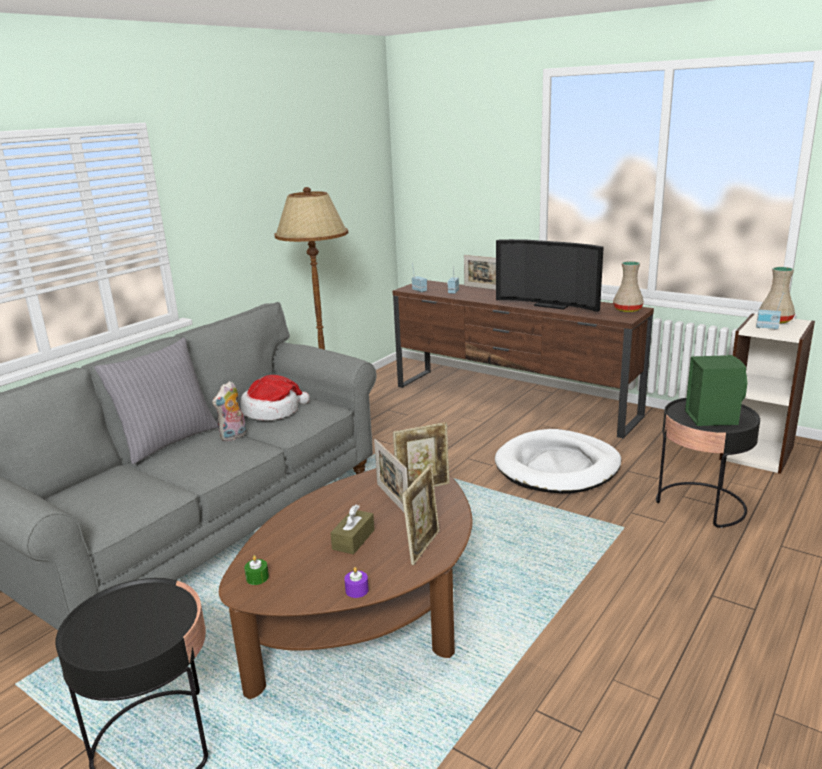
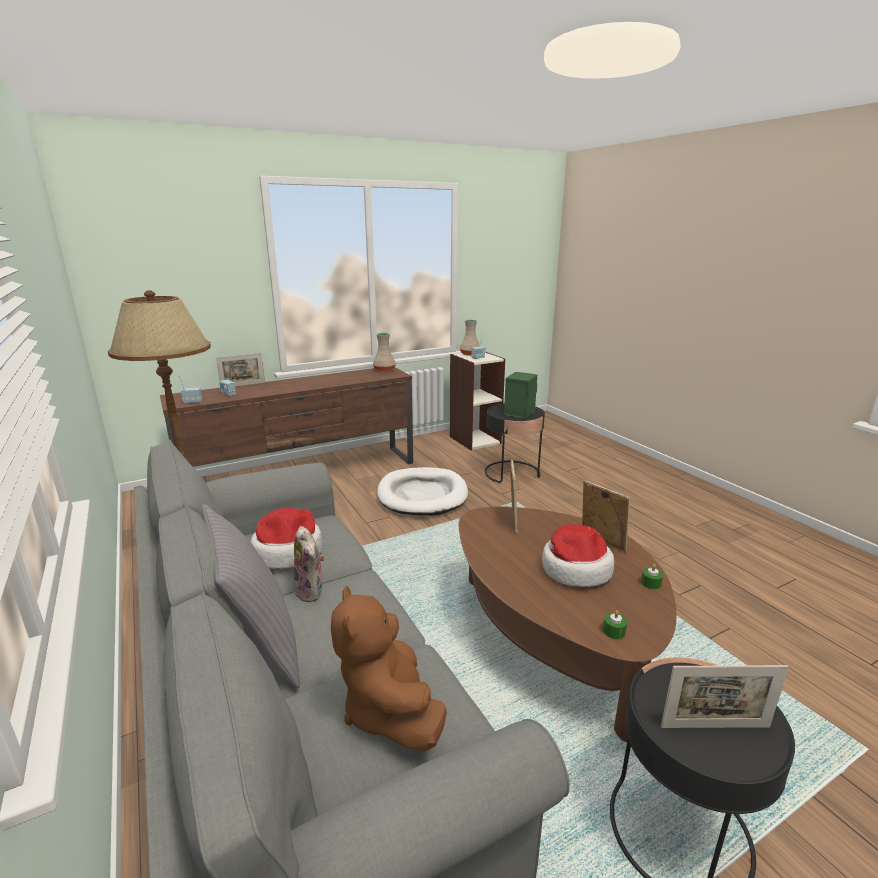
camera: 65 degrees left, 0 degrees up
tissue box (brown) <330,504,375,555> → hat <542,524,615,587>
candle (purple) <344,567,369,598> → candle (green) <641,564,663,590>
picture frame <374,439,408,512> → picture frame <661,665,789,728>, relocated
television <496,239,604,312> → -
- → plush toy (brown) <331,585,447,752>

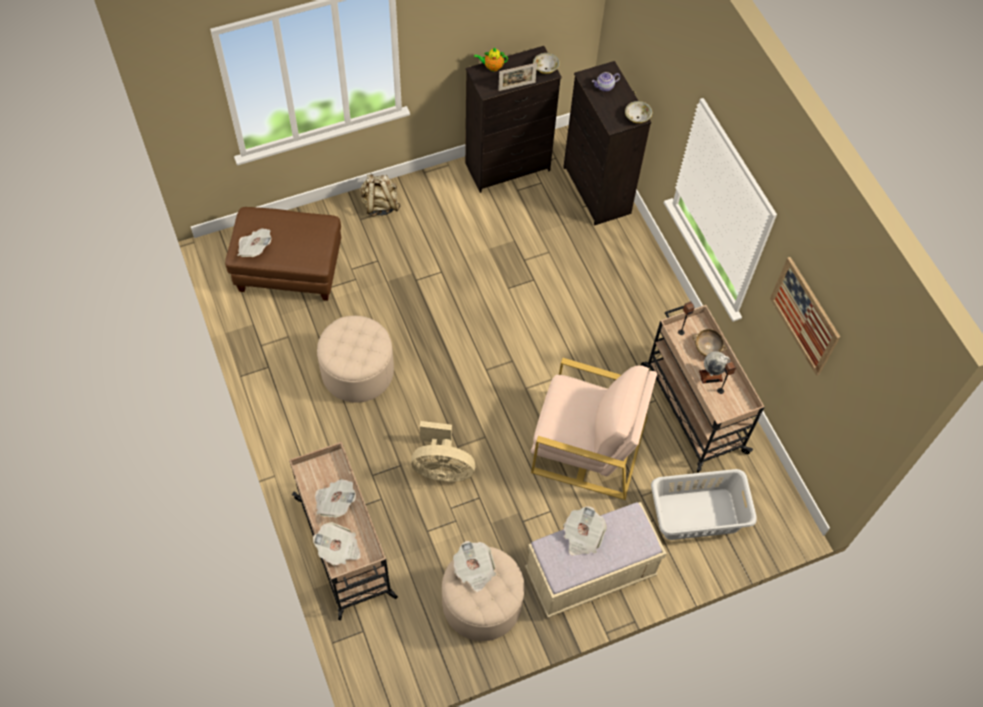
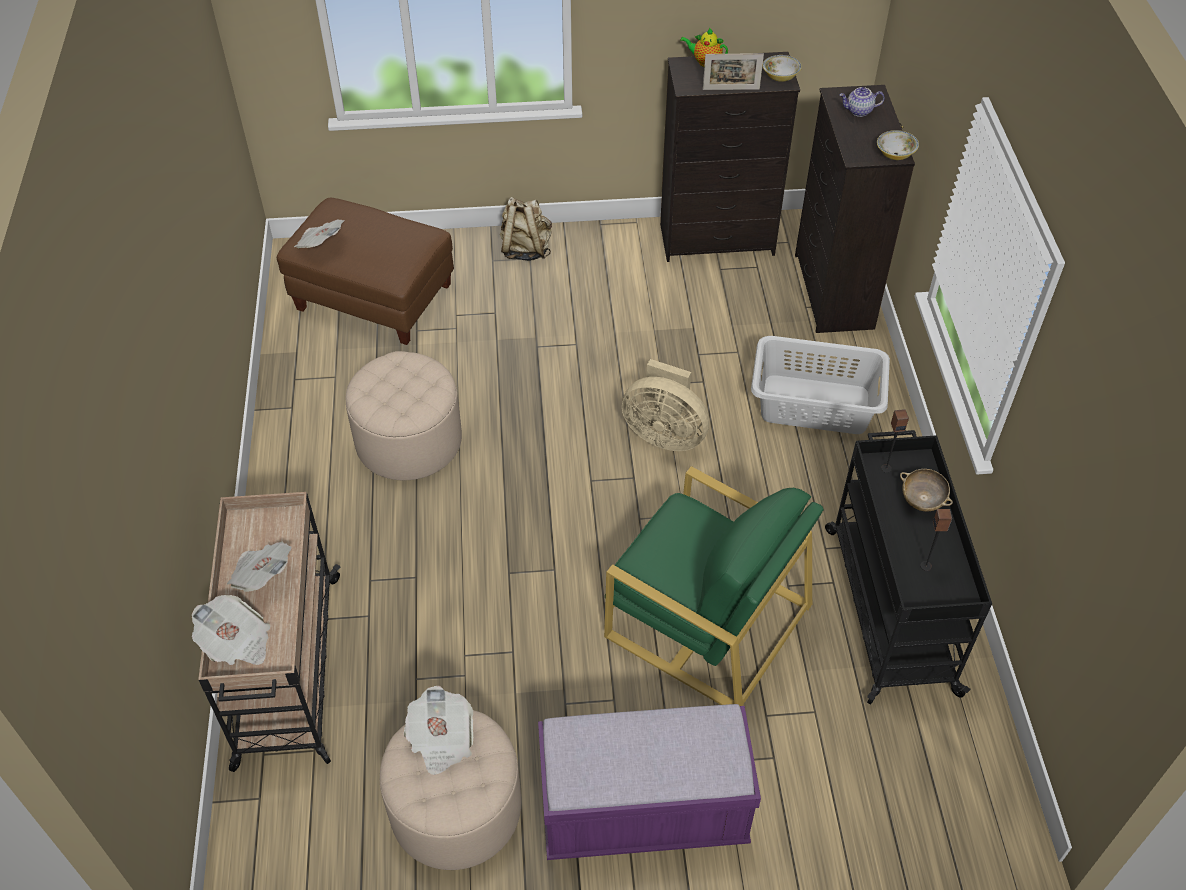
camera: 20 degrees right, 10 degrees down
fan (beige) <411,421,475,482> → fan (beige) <622,359,709,451>, relocated
bench (beige) <525,502,667,618> → bench (purple) <538,704,761,860>
armchair (beige) <530,358,657,500> → armchair (green) <604,466,824,706>
newspaper <563,506,607,555> → -
cart (beige) <641,305,764,473> → cart (black) <825,430,992,705>
laundry basket (grey) <651,469,757,540> → laundry basket (grey) <751,336,890,434>, relocated
globe <699,351,730,384> → -
picture <770,257,840,376> → -

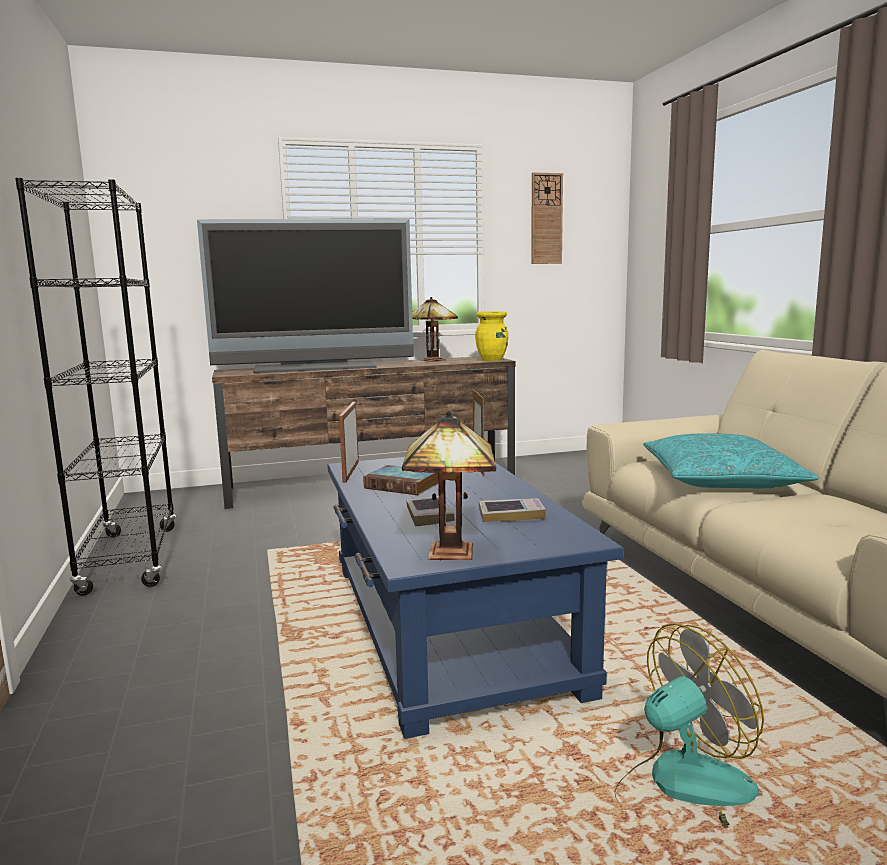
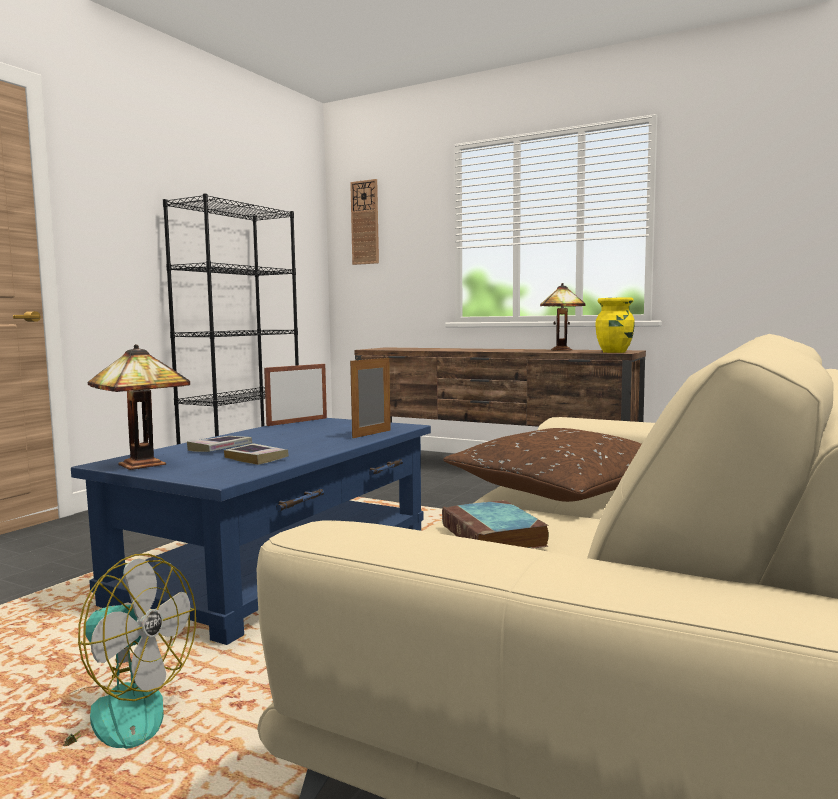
camera: 45 degrees right, 5 degrees down
television <197,219,414,373> → -
book <363,465,438,495> → book <442,500,549,549>, relocated
wall clock <531,172,563,264> → wall clock <350,179,379,265>, relocated
pillow (turquoise) <644,433,819,488> → pillow (brown) <444,428,642,502>

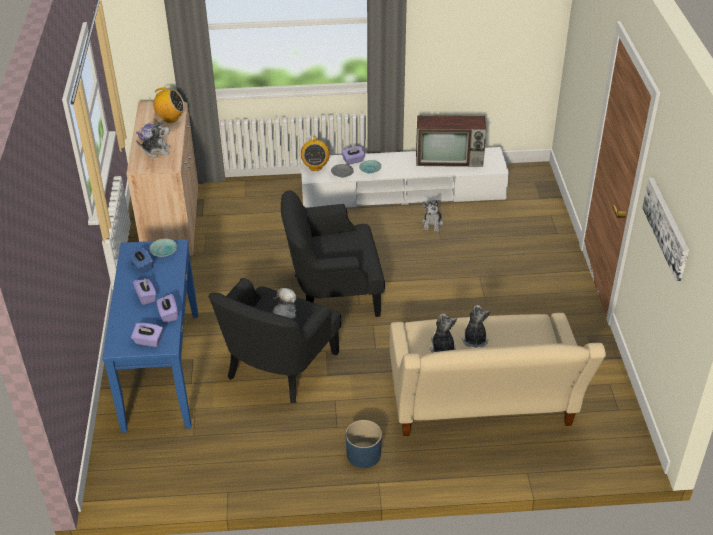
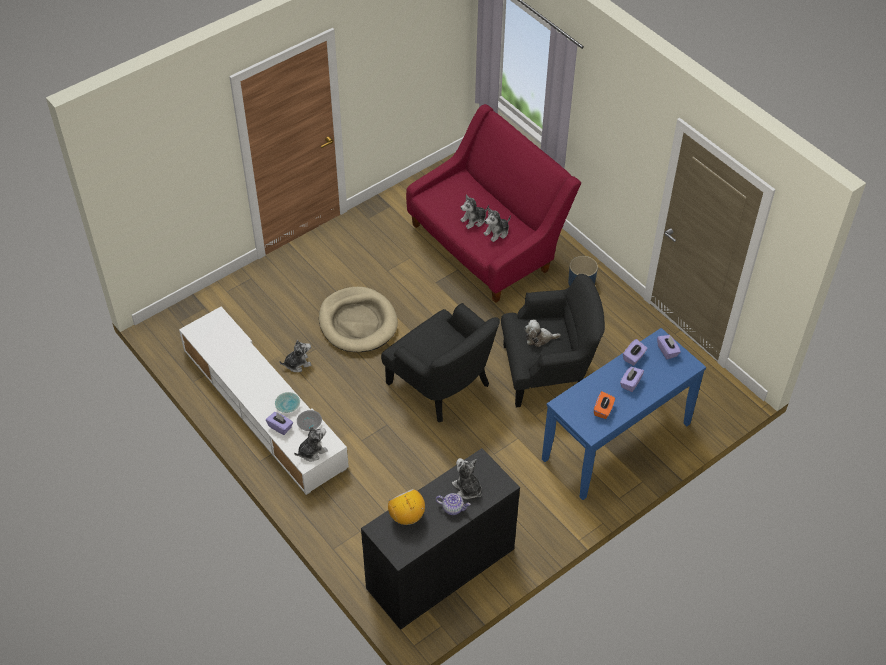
camera: 125 degrees left, 10 degrees up
cabinet (beige) <126,101,198,257> → cabinet (black) <361,448,520,630>
tissue box (blue) <128,247,153,274> → tissue box (orange) <594,391,615,419>
bowl (turquoise) <150,239,177,257> → -
radio <301,136,330,171> → plush toy <294,426,328,461>
sofa (beige) <390,313,606,436> → sofa (red) <406,104,581,303>
television <416,115,486,167> → -
picture <642,178,689,281> → -
- → dog bed (beige) <319,287,398,352>

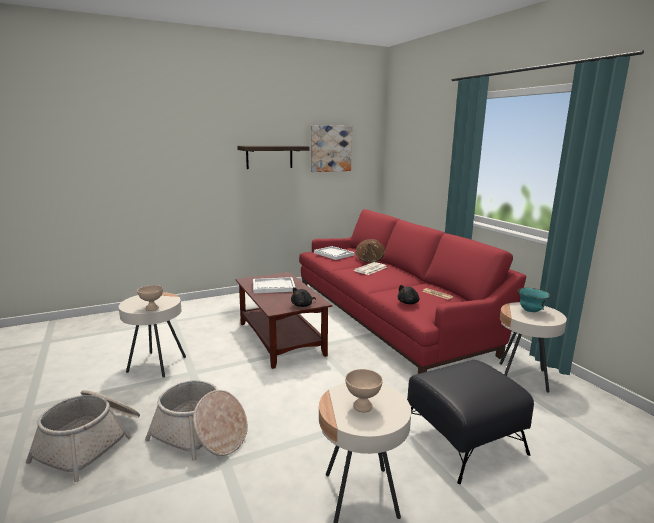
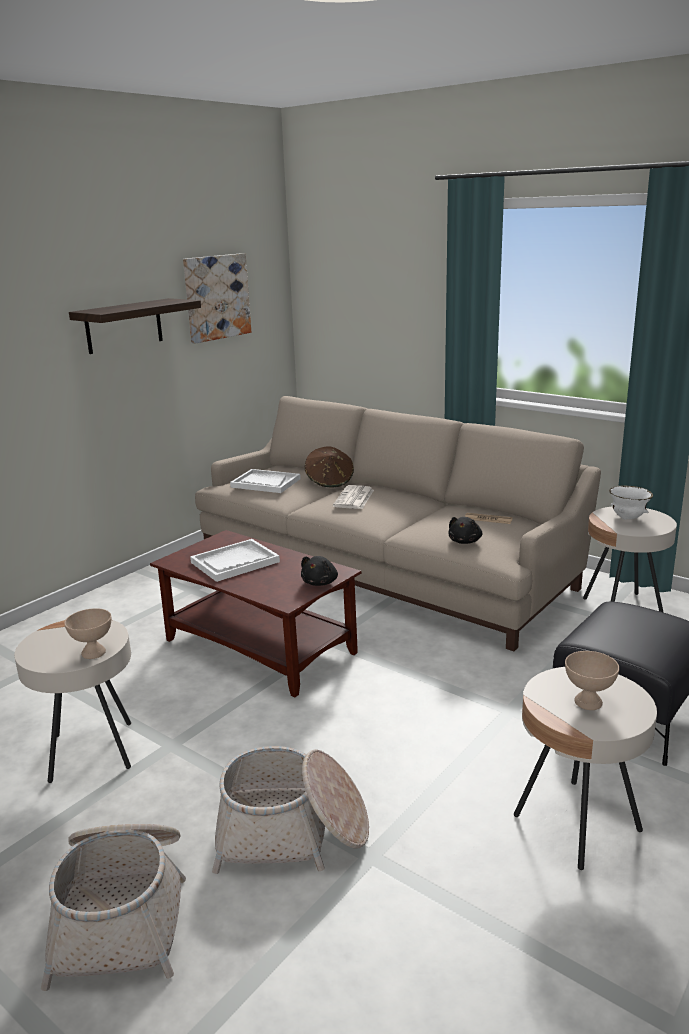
camera: 25 degrees left, 5 degrees up
sofa (red) <299,209,526,374> → sofa (beige) <195,396,601,651>
bowl (turquoise) <518,288,550,312> → bowl (white) <609,485,653,520>

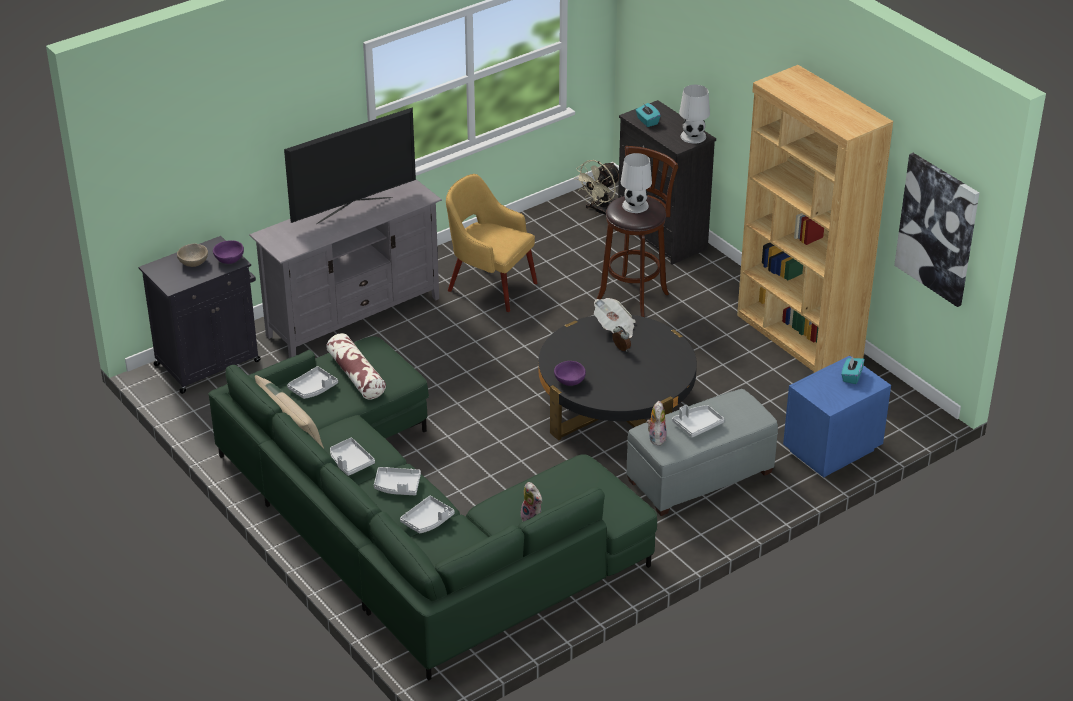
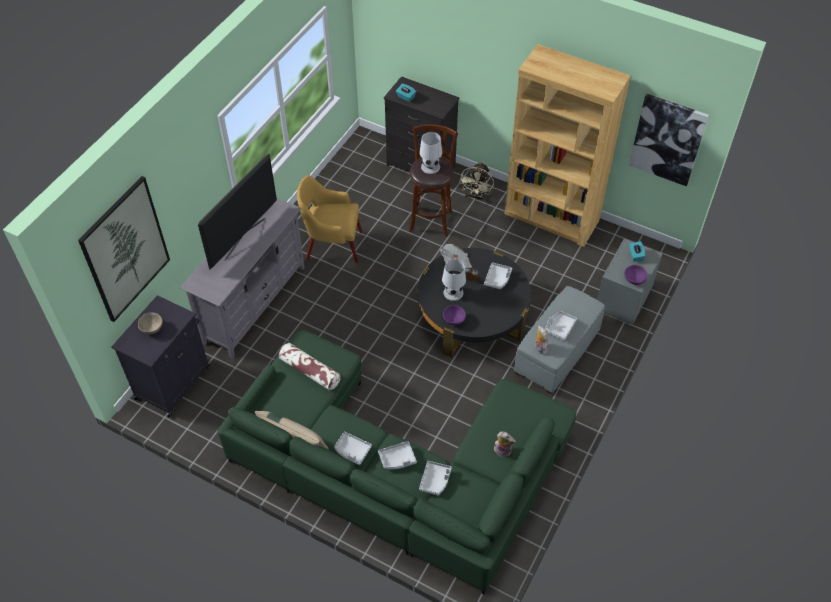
camera: 25 degrees left, 15 degrees up
bowl (purple) <213,240,244,264> → bowl (purple) <624,265,647,285>, relocated
tray (grey) <287,366,338,399> → tray (grey) <484,262,512,289>, relocated
fan (beige) <574,160,619,215> → fan (beige) <459,162,494,202>, relocated
table lamp (white) <679,85,710,144> → table lamp (white) <442,259,466,301>, relocated
nightstand (blue) <783,356,891,478> → nightstand (grey) <597,239,663,325>
- → picture <78,176,170,322>

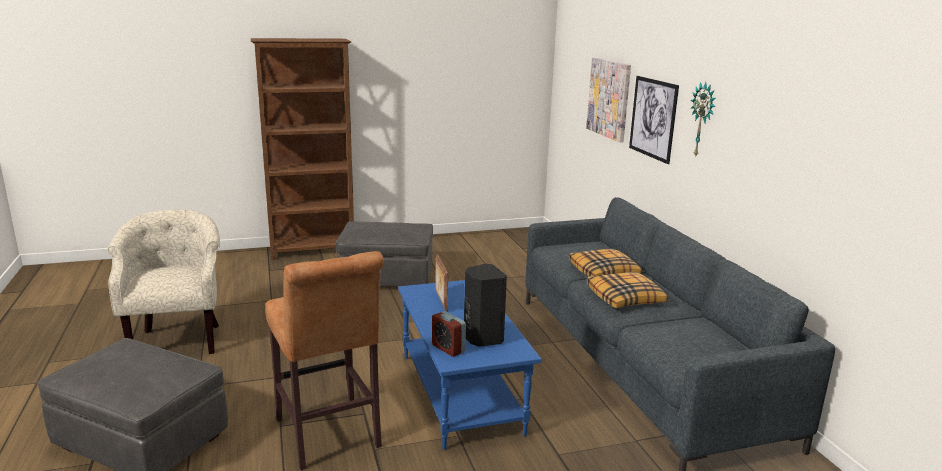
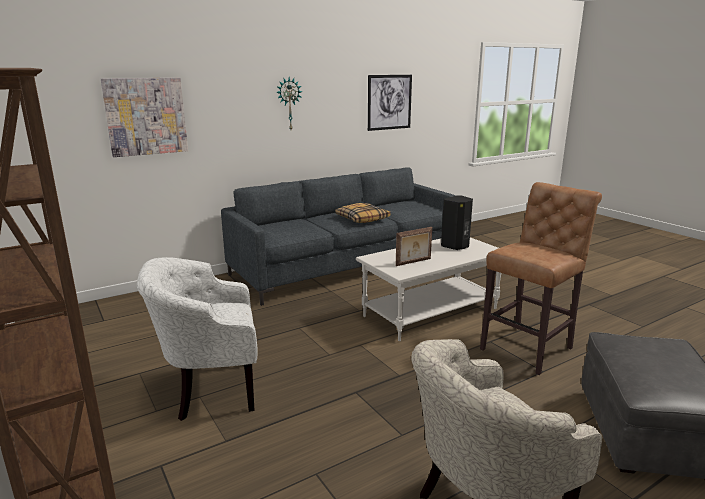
camera: 105 degrees left, 0 degrees up
ottoman (grey) <336,221,433,286> → armchair (white) <137,257,258,421>
coffee table (blue) <398,280,542,450> → coffee table (white) <356,237,501,341>
alarm clock <432,311,466,357> → -
pillow <569,249,642,276> → -
picture <629,76,679,164> → picture <368,75,412,131>, relocated

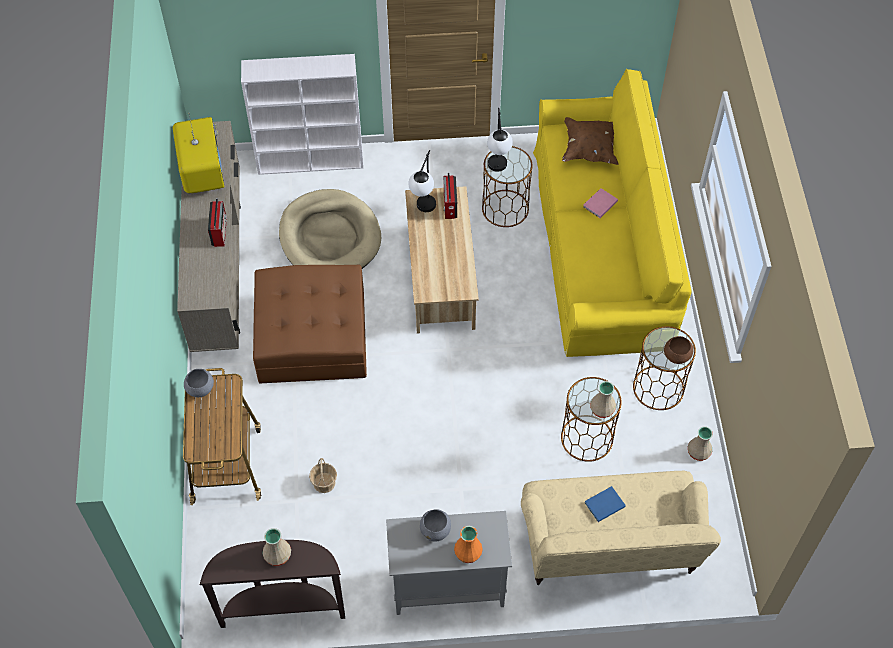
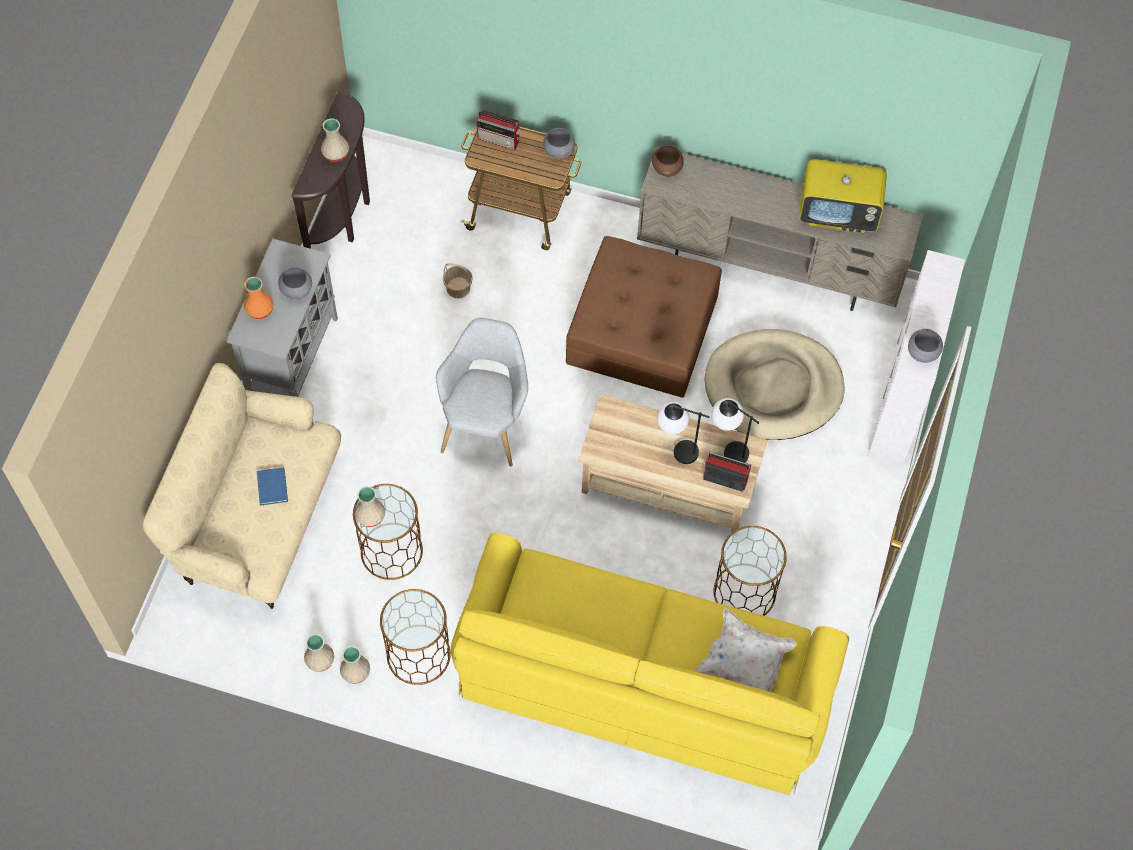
camera: 110 degrees right, 5 degrees up
radio <208,198,227,247> → radio <477,110,520,150>, relocated
table lamp <487,108,513,172> → table lamp <657,402,710,464>, relocated
pillow (brown) <562,117,619,165> → pillow (white) <695,608,797,692>
book (pink) <583,188,618,218> → -
bowl (brown) <664,336,693,364> → bowl (brown) <652,145,684,177>, relocated
- → vase (beige) <340,646,370,684>
- → armchair (grey) <436,318,528,467>
- → bowl (grey) <908,329,943,363>

